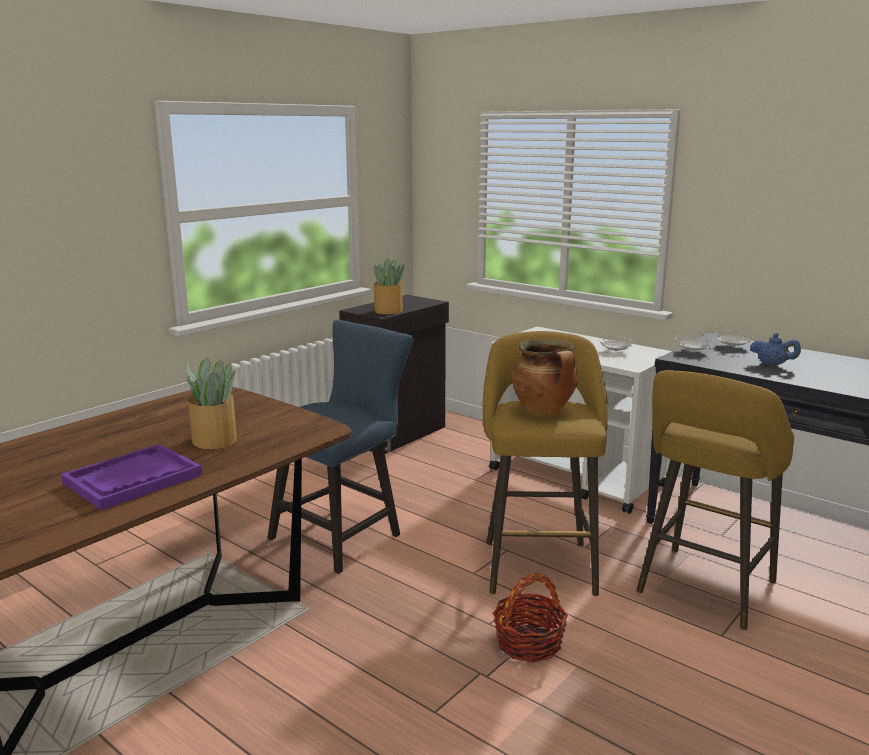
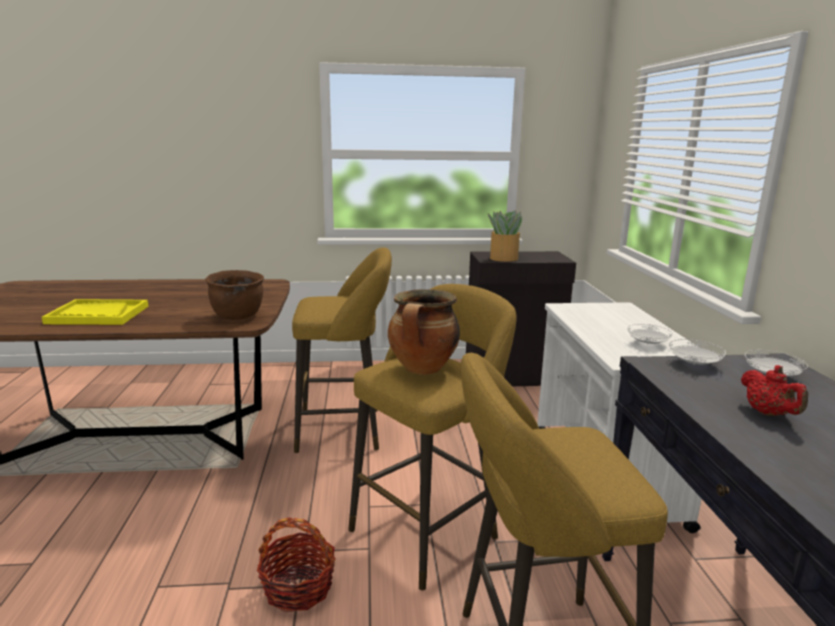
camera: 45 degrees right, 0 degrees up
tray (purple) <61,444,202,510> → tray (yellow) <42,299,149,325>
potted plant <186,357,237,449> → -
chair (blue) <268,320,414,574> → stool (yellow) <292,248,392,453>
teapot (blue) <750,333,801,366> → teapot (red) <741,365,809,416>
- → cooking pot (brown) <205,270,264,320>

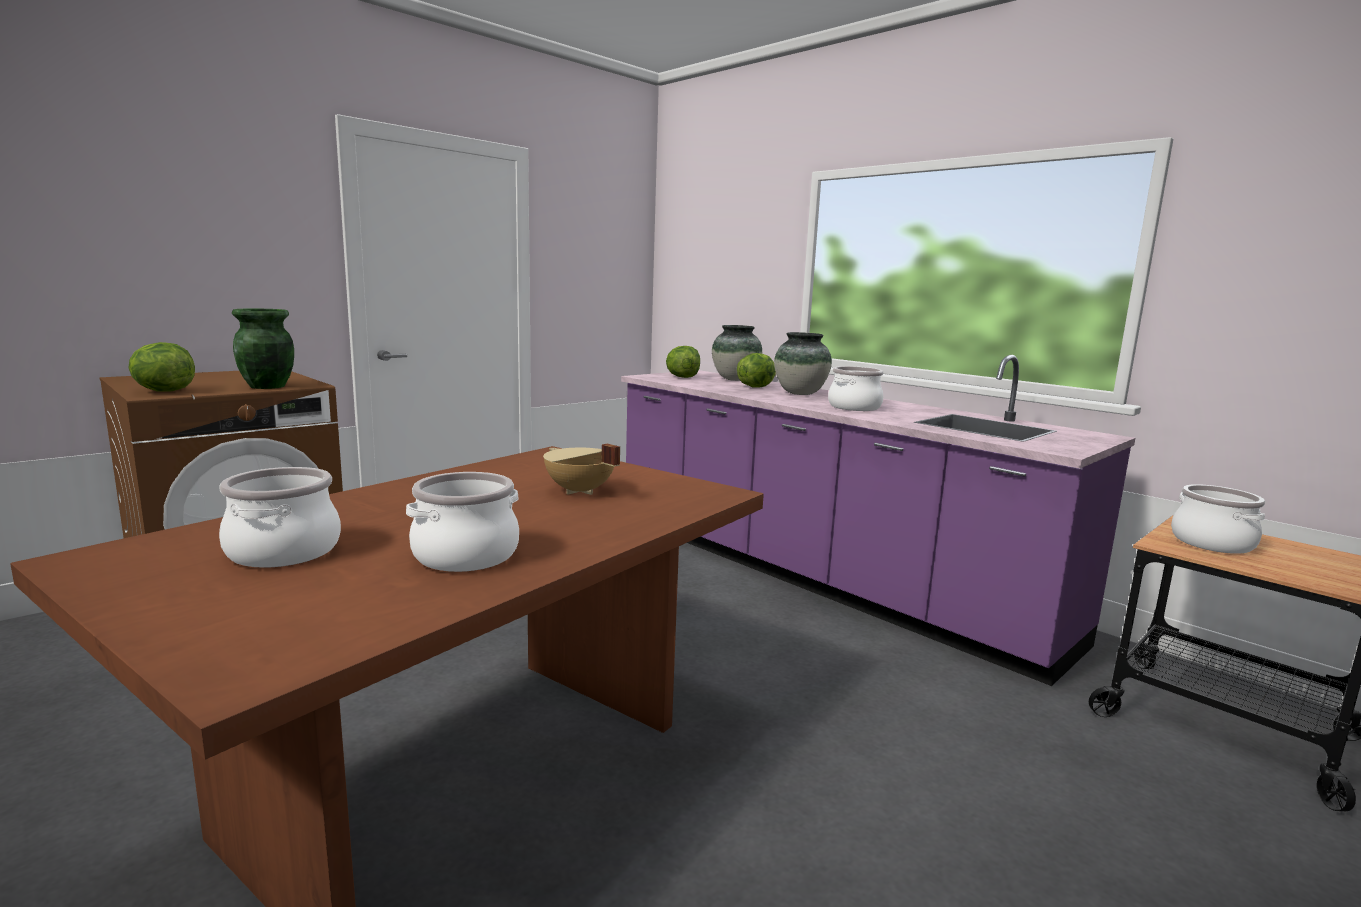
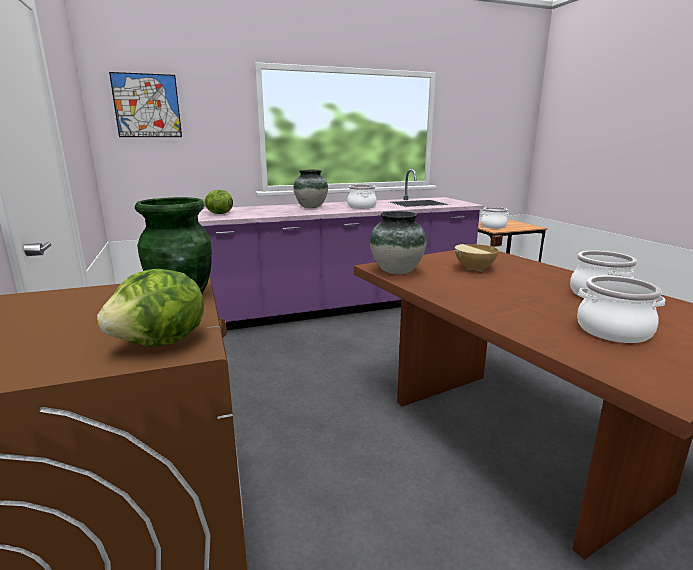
camera: 65 degrees left, 5 degrees up
vase <712,325,762,381> → vase <370,211,426,275>, relocated
lettuce <737,353,776,387> → -
- → picture <109,72,182,137>

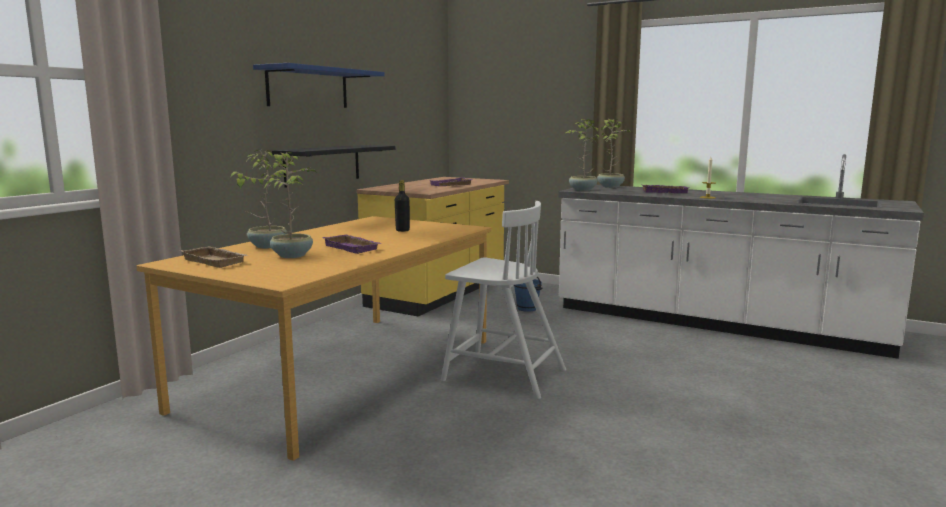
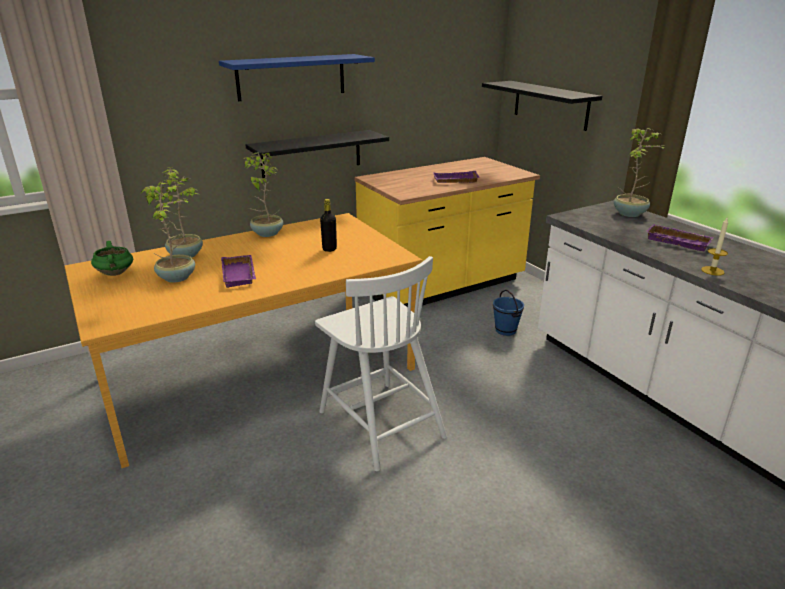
camera: 30 degrees right, 15 degrees up
tray (beige) <180,246,248,268> → cooking pot (green) <91,241,133,276>
potted plant <564,119,599,191> → potted plant <243,153,283,237>, relocated
- → shelf (black) <482,81,602,131>

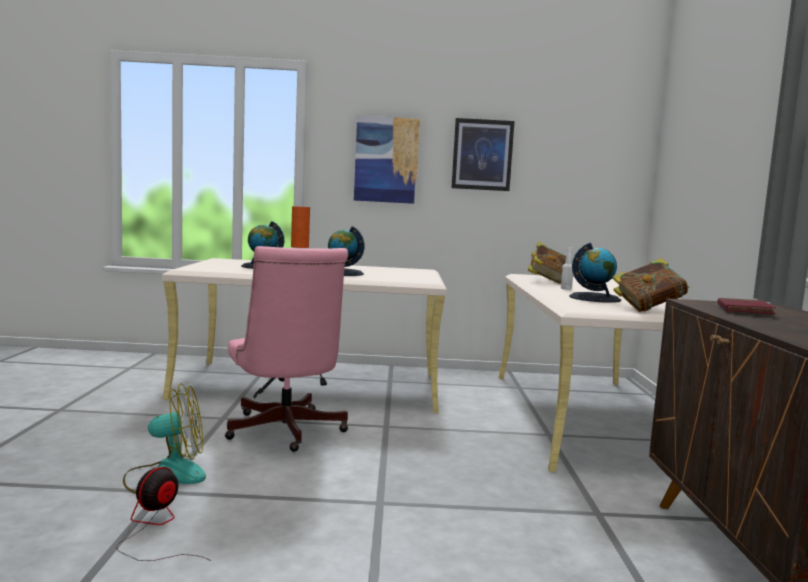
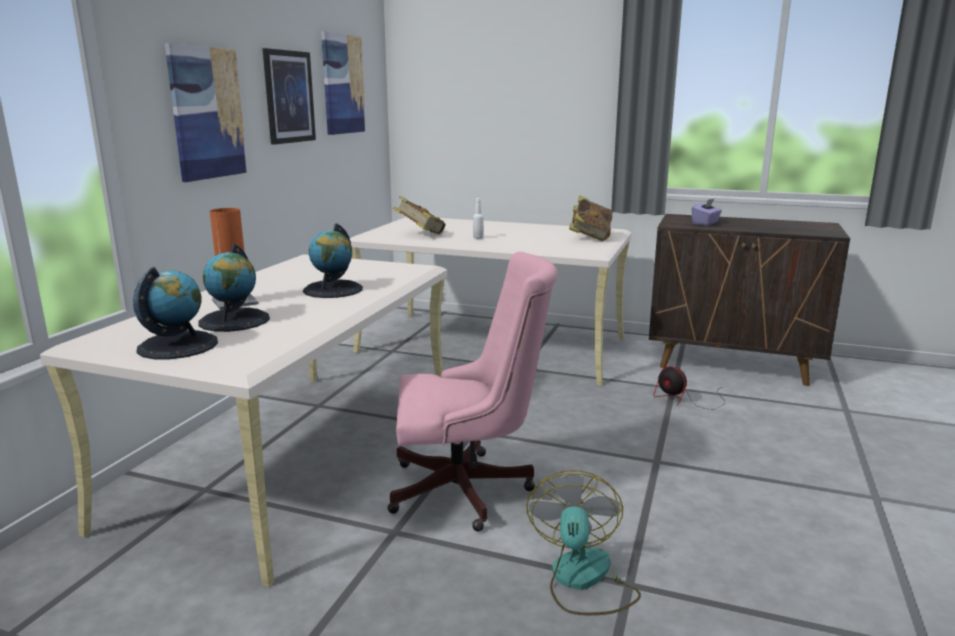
camera: 70 degrees left, 10 degrees up
fan <116,467,212,561> → fan <653,366,724,410>, relocated
globe <569,243,621,303> → globe <133,267,218,359>, relocated
book (red) <717,298,776,314> → tissue box (purple) <692,198,722,225>
- → picture <321,31,366,135>

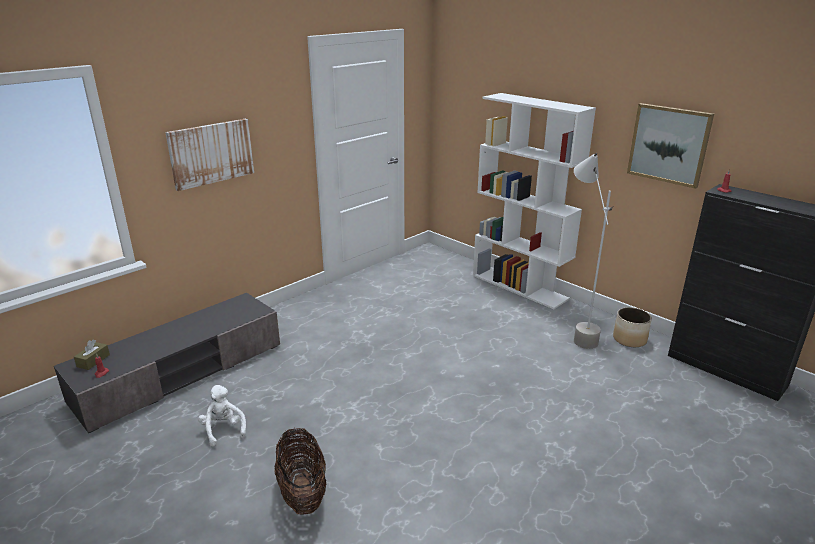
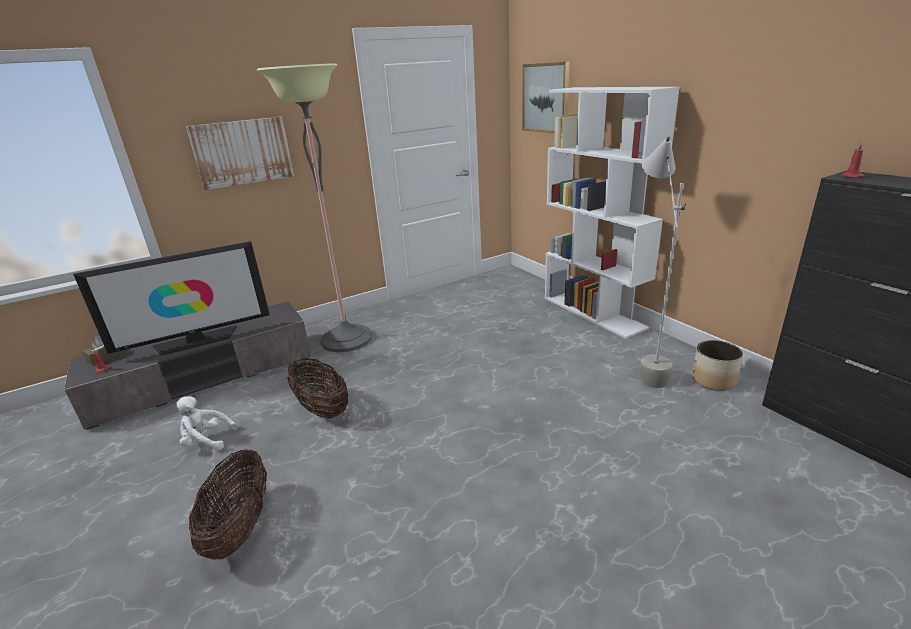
camera: 15 degrees right, 0 degrees up
plush toy (white) <198,385,246,446> → plush toy (white) <176,396,237,451>, 75 degrees counterclockwise
picture <627,103,714,189> → picture <522,61,570,134>, relocated
- → television <73,241,270,355>
- → floor lamp <257,63,373,352>
- → basket <288,358,348,419>

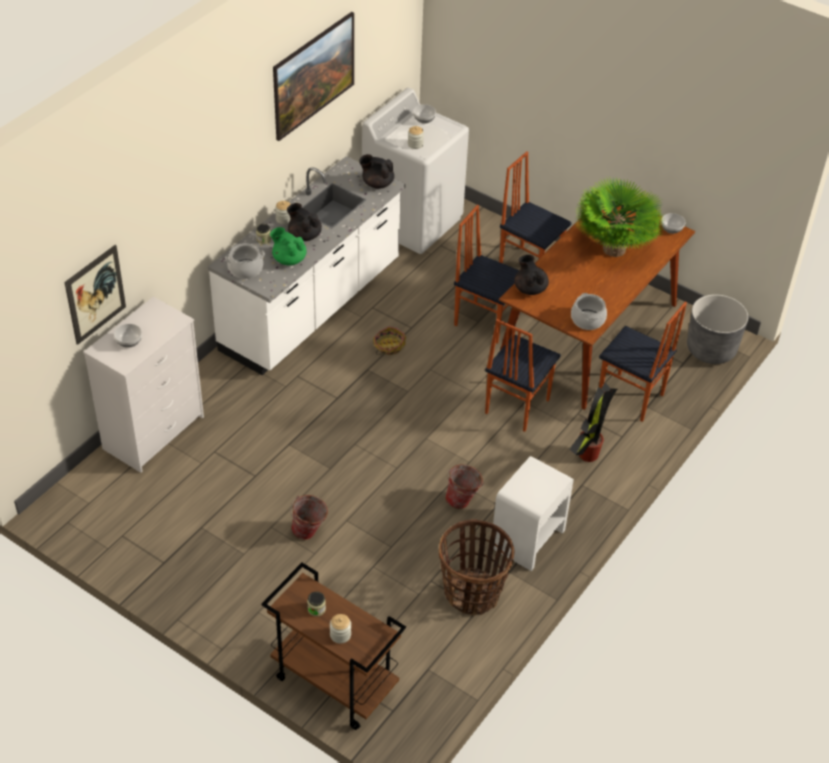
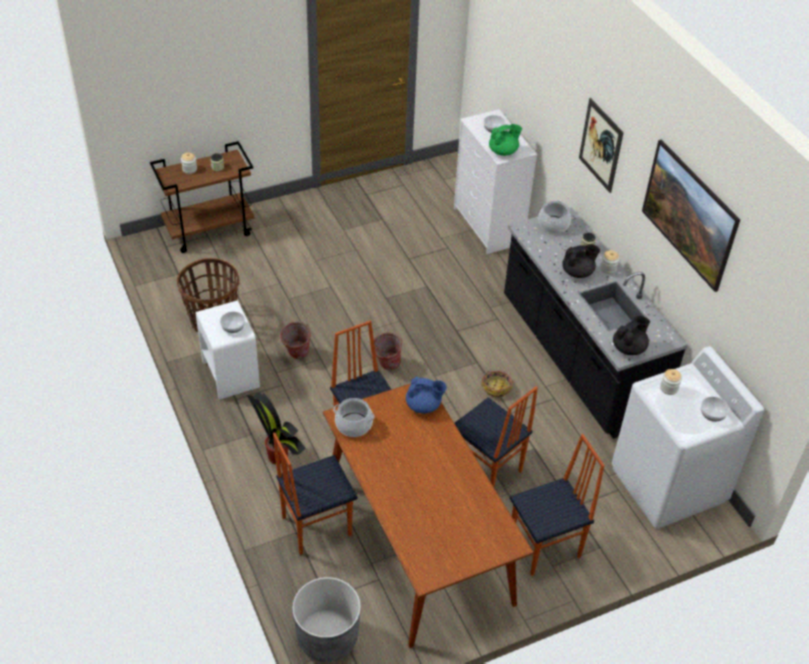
camera: 120 degrees right, 0 degrees up
picture <64,245,126,345> → picture <579,98,624,193>, relocated
counter (white) <208,156,405,375> → counter (black) <504,207,687,439>
teapot (green) <270,227,306,265> → teapot (green) <489,124,522,156>, relocated
bucket <290,495,328,540> → bucket <370,332,402,370>, relocated
chair <454,205,519,344> → chair <455,386,538,487>, 75 degrees clockwise
teapot (black) <514,255,549,295> → teapot (blue) <406,377,447,414>
potted plant <575,177,665,257> → -
bowl <661,213,685,234> → bowl <220,312,245,333>, relocated

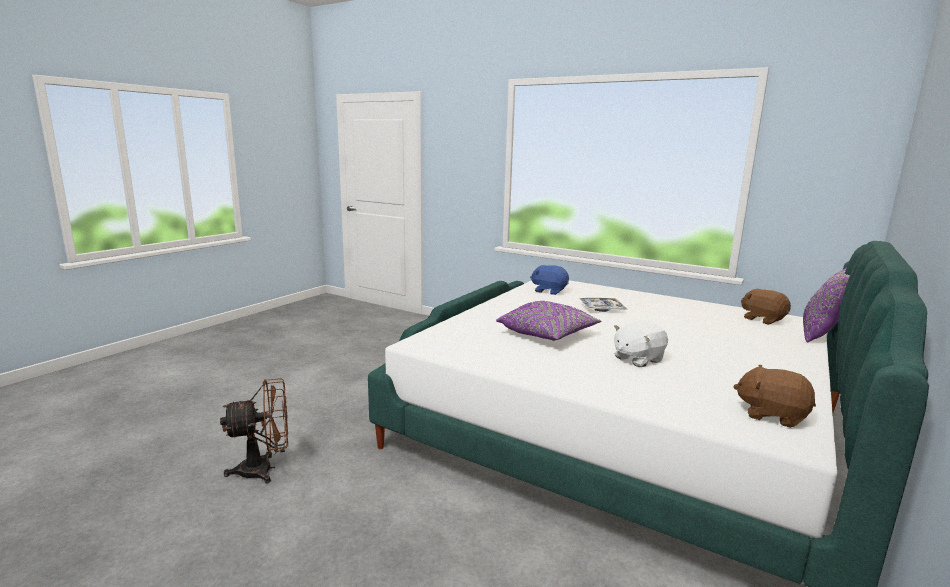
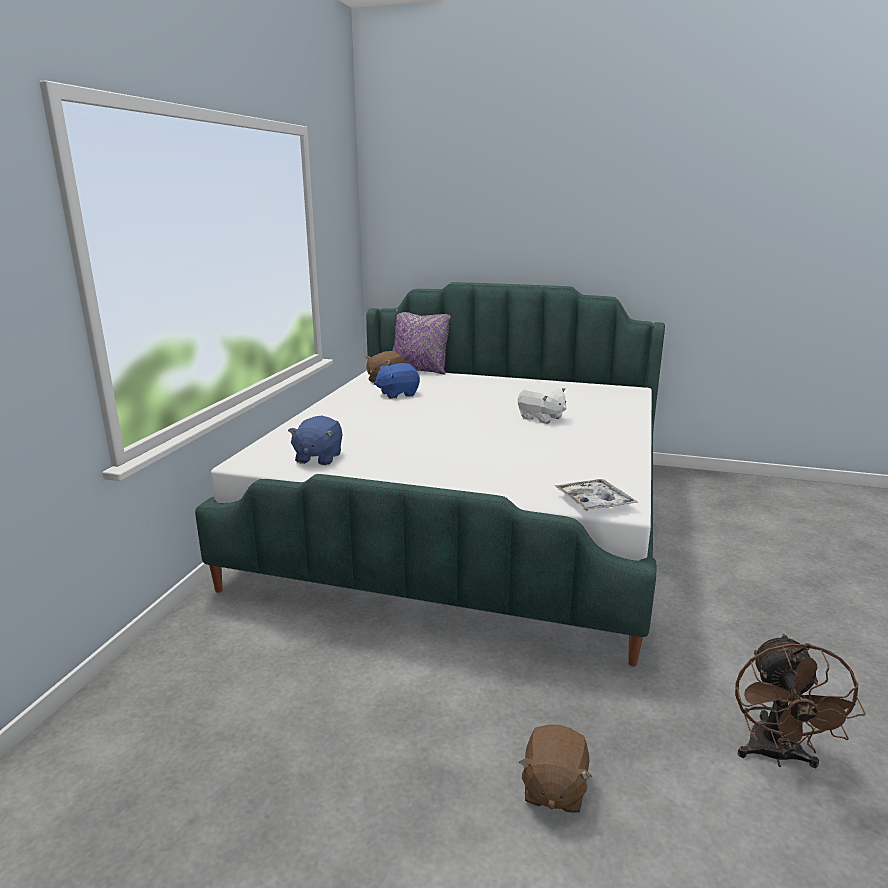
camera: 105 degrees left, 5 degrees up
fan (brown) <220,378,288,483> → fan (brown) <735,634,866,768>, 135 degrees counterclockwise
pillow (purple) <496,301,601,341> → -
tray <579,298,627,312> → tray <554,479,638,511>, relocated
plush toy (brown) <733,364,816,428> → plush toy (brown) <519,724,592,813>, relocated
- → plush toy (blue) <374,363,420,399>

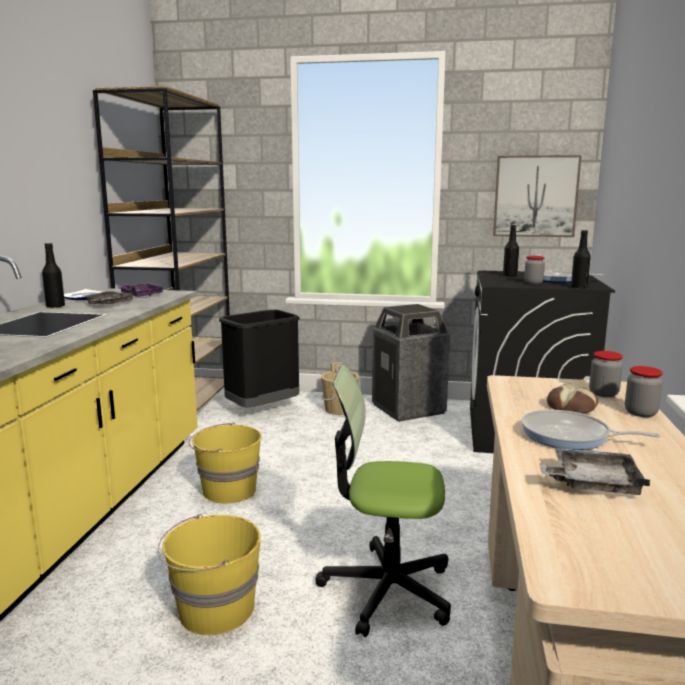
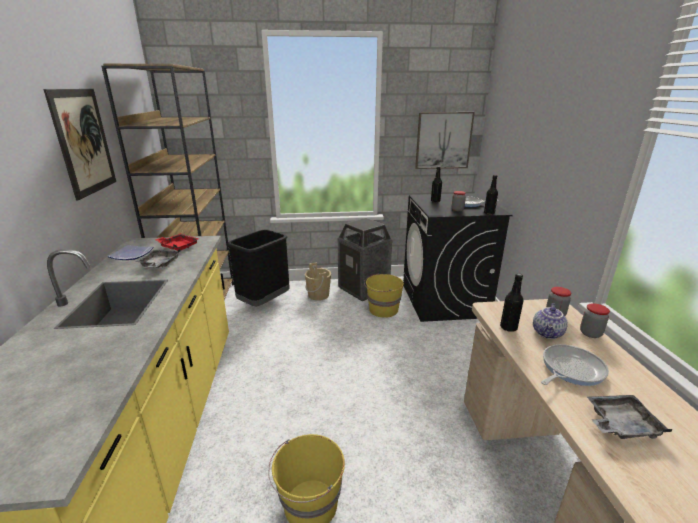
camera: 15 degrees left, 10 degrees up
bottle (black) <42,243,65,308> → bottle (black) <500,273,524,332>, relocated
tray (purple) <117,282,164,297> → tray (red) <156,233,199,251>
bucket (yellow) <189,422,262,504> → bucket (yellow) <364,273,404,318>, relocated
office chair <315,365,451,637> → -
frying pan <521,410,661,450> → frying pan <541,344,609,386>, 135 degrees clockwise
bread <547,384,598,414> → teapot <533,303,568,339>
- → picture <43,89,116,201>

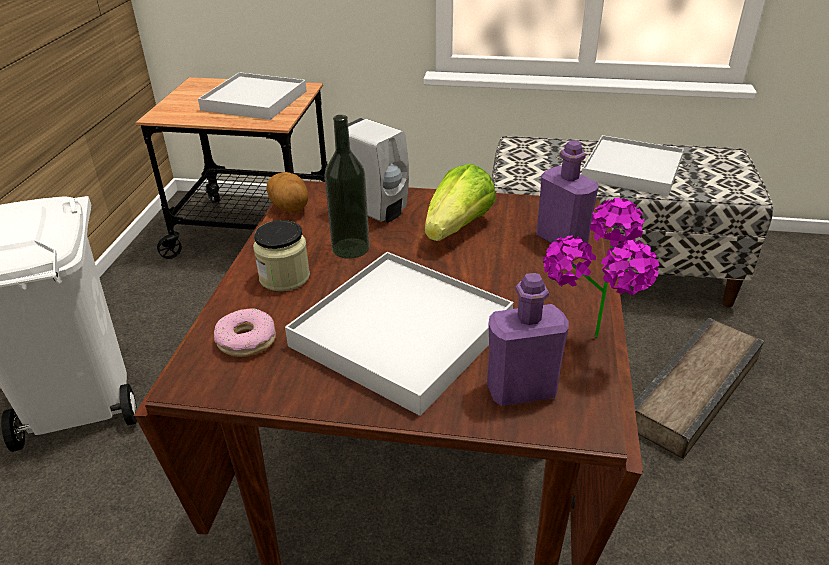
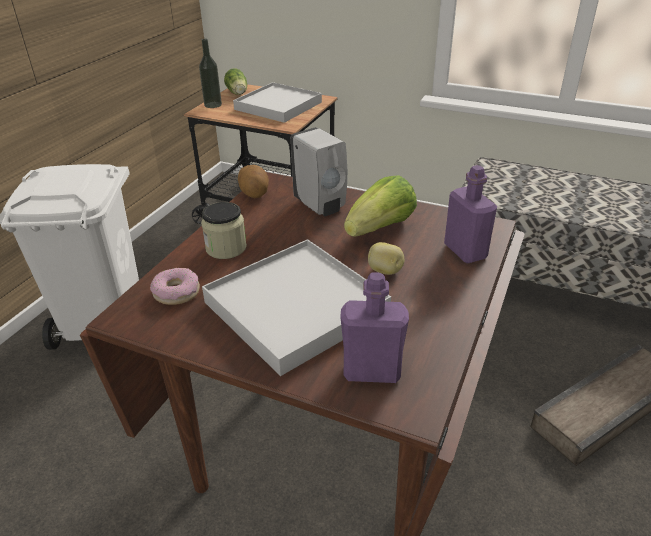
camera: 15 degrees right, 0 degrees up
bottle <325,115,370,259> → bottle <199,39,222,108>, relocated
potted plant <543,198,659,337> → -
tray (white) <582,135,684,196> → -
- → lettuce <224,68,247,95>
- → potato <368,242,404,275>

